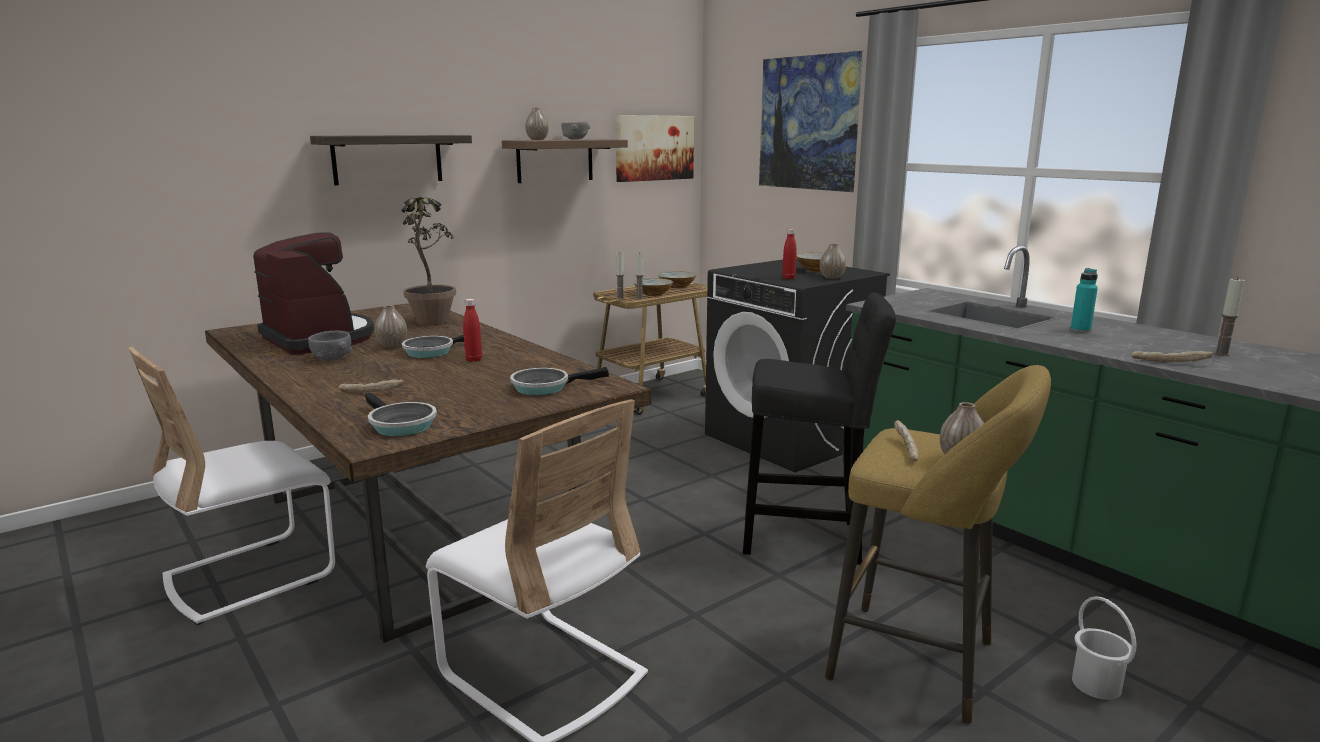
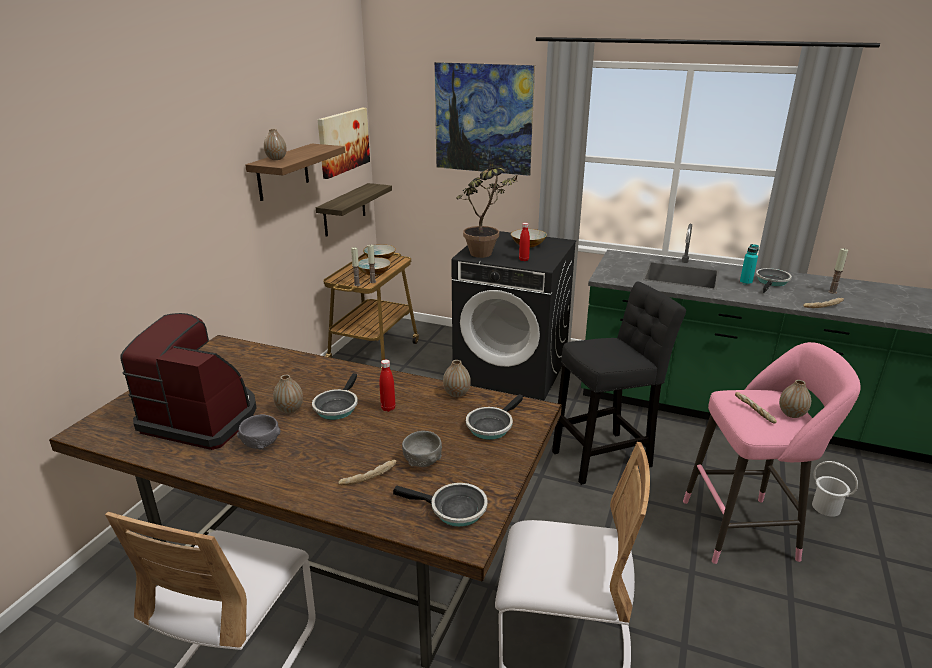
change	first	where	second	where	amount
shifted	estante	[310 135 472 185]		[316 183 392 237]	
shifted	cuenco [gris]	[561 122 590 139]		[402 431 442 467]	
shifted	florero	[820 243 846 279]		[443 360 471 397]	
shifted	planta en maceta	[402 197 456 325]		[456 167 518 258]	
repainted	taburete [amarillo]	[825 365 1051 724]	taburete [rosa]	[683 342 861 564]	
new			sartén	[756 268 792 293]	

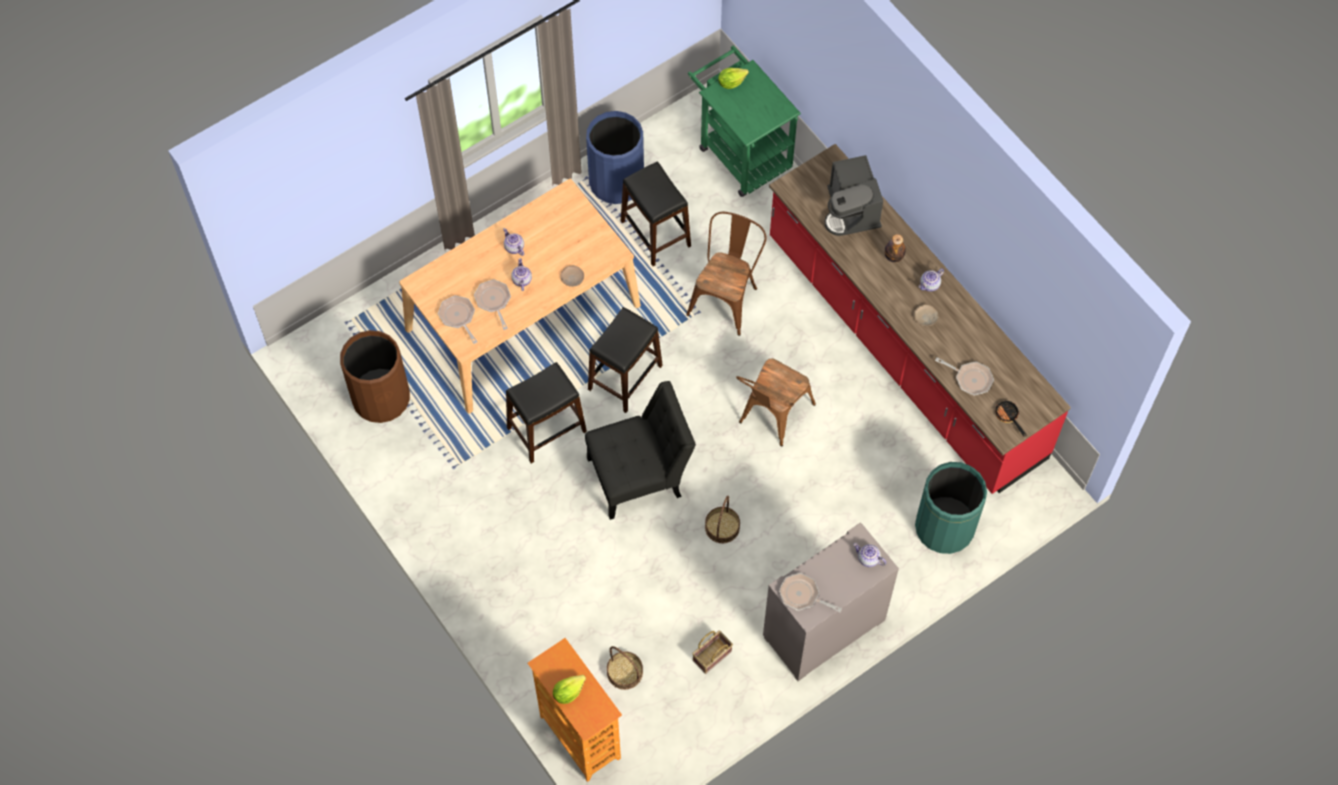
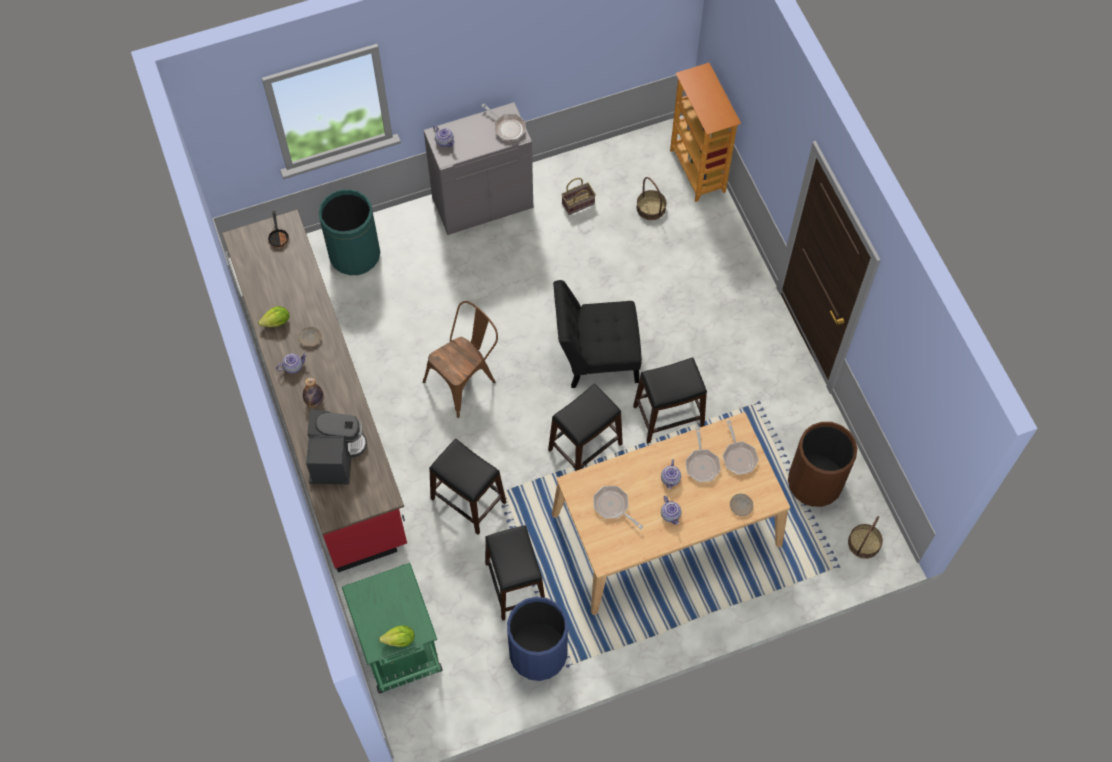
change	first	where	second	where	amount
shifted	lechuga	[553 675 586 704]		[258 306 290 327]	
swapped	silla [marrón]	[686 212 767 336]	taburete [negro]	[429 439 506 535]	
shifted	sartén	[935 357 994 396]		[594 486 643 529]	
shifted	plato [beis]	[560 266 584 287]		[730 494 753 516]	
shifted	cesta	[705 496 740 543]		[848 516 883 559]	

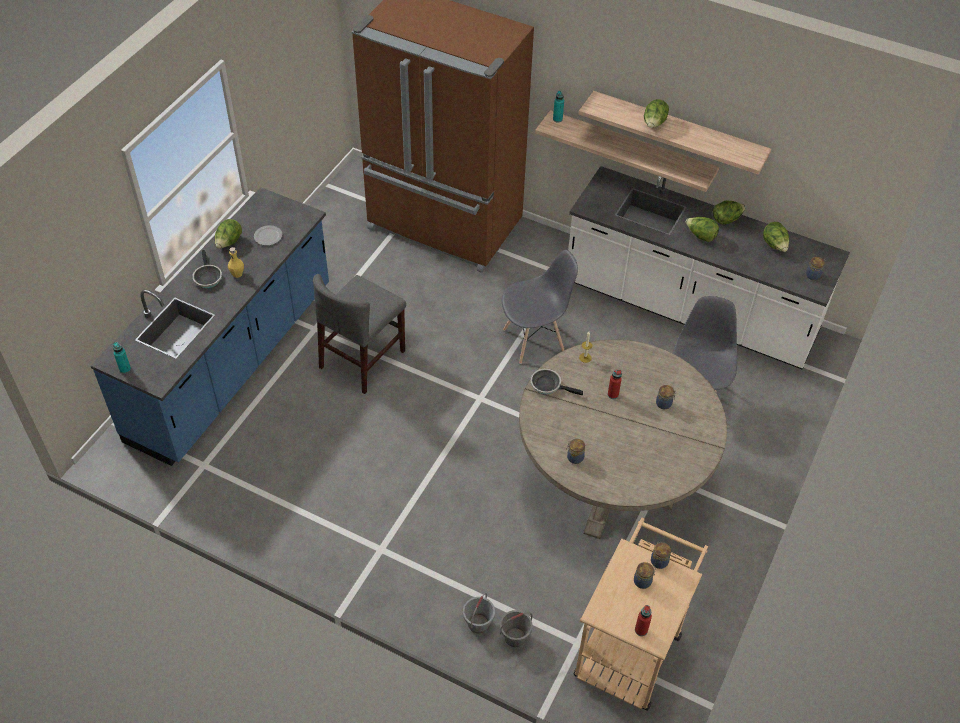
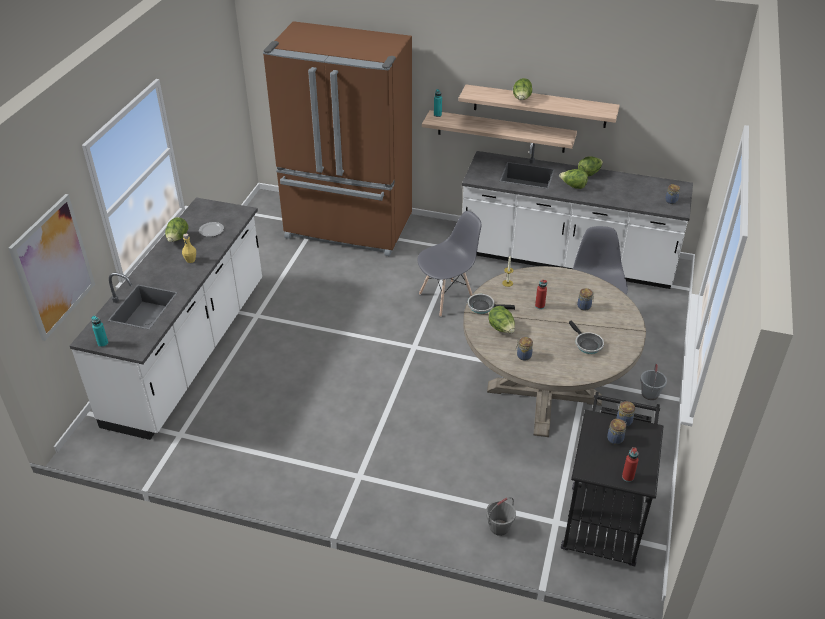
change	first	where	second	where	amount
new			cuadro	[8 194 95 341]	
repainted	mueble bajo de cocina [azul]	[91 187 329 466]	mueble bajo de cocina [blanco]	[70 198 262 440]	
shifted	lechuga	[763 222 789 252]		[488 306 515 333]	
repainted	carrito [beis]	[574 518 708 711]	carrito [negro]	[561 392 664 567]	
shifted	sartén	[192 250 222 288]		[569 320 604 354]	
shifted	cubo [gris]	[463 593 495 633]		[640 363 667 400]	
gone	silla [gris]	[313 274 406 394]			

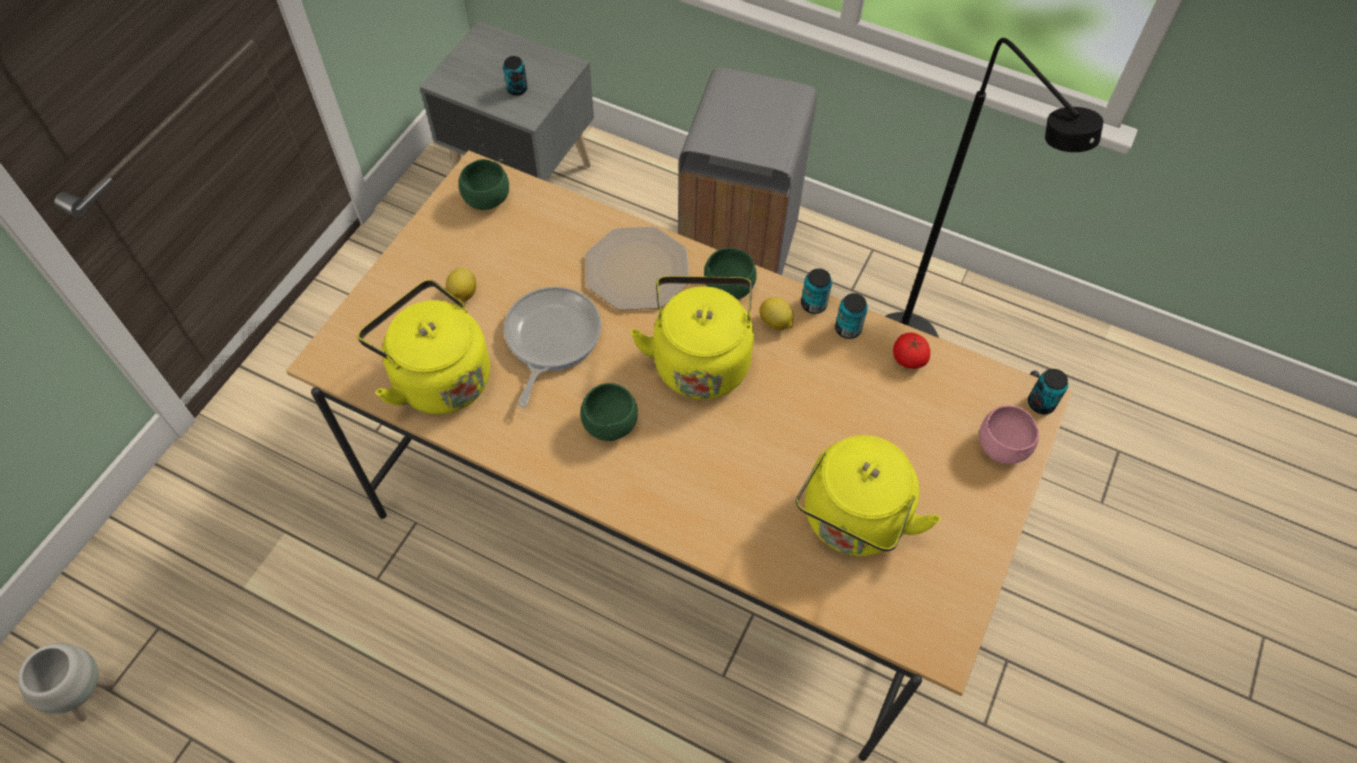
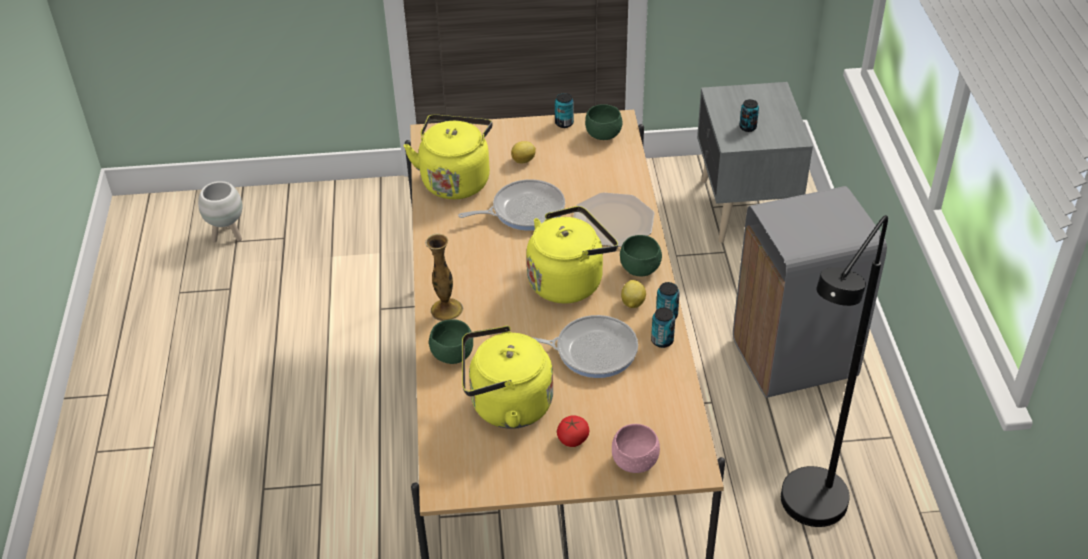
change	first	where	second	where	amount
new			florero	[425 233 463 321]	
shifted	cuenco [verde]	[580 383 638 441]		[429 319 473 364]	
new			sartén	[534 315 638 378]	
shifted	lata	[1028 369 1068 414]		[555 93 574 128]	
shifted	tomate	[893 333 930 369]		[557 415 589 447]	

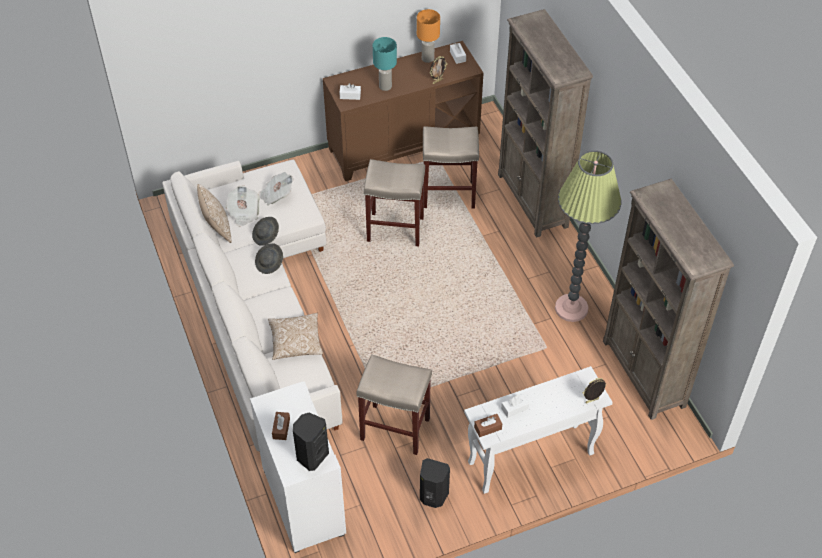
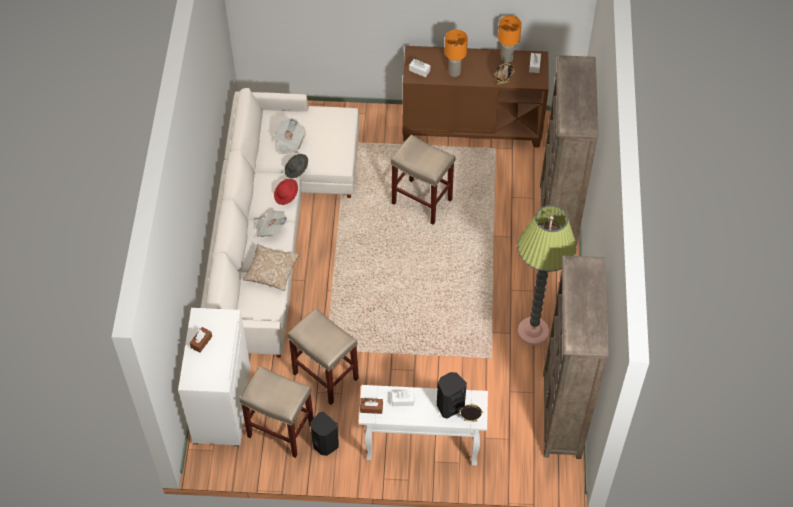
change	first	where	second	where	amount
shifted	taburete [beis]	[423 126 479 209]		[239 366 314 458]	
shifted	periódico	[258 172 294 206]		[255 211 287 237]	
repainted	sombrero [gris]	[255 243 283 274]	sombrero [rojo]	[274 179 298 205]	
shifted	altavoz [negro]	[293 413 329 471]		[437 372 467 419]	
repainted	lámpara de mesa [turquesa]	[373 37 397 91]	lámpara de mesa [naranja]	[445 29 468 77]	
gone	cojín	[197 184 232 243]			

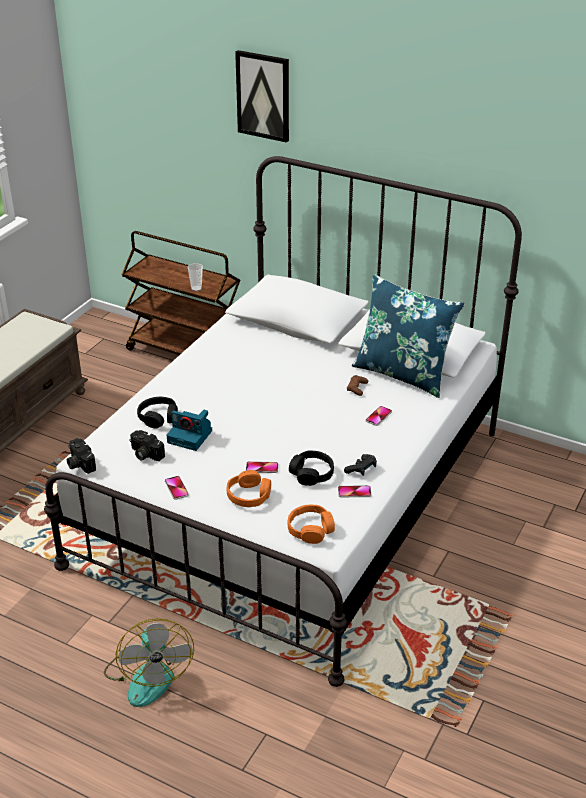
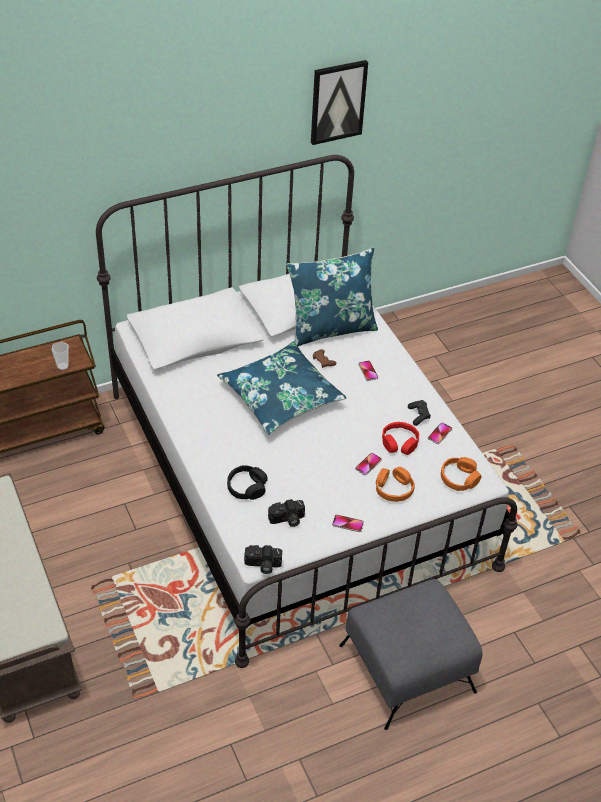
change	first	where	second	where	amount
new			cojín [azul]	[217 342 346 435]	
shifted	cuadro	[235 50 289 143]		[311 60 368 145]	
swapped	ventilador	[104 618 194 707]	puf [gris]	[339 579 482 730]	
repainted	auriculares [negro]	[289 450 334 486]	auriculares [rojo]	[382 422 419 455]	
gone	cámara	[166 410 212 451]			

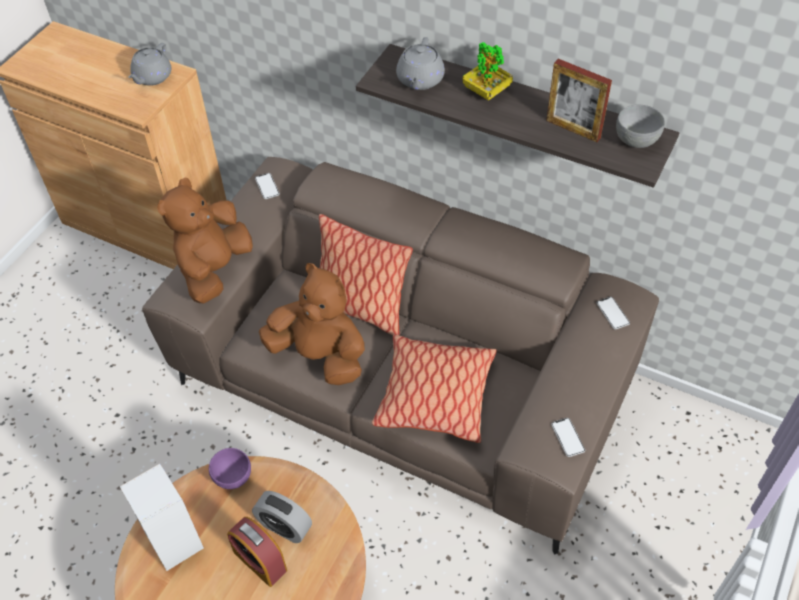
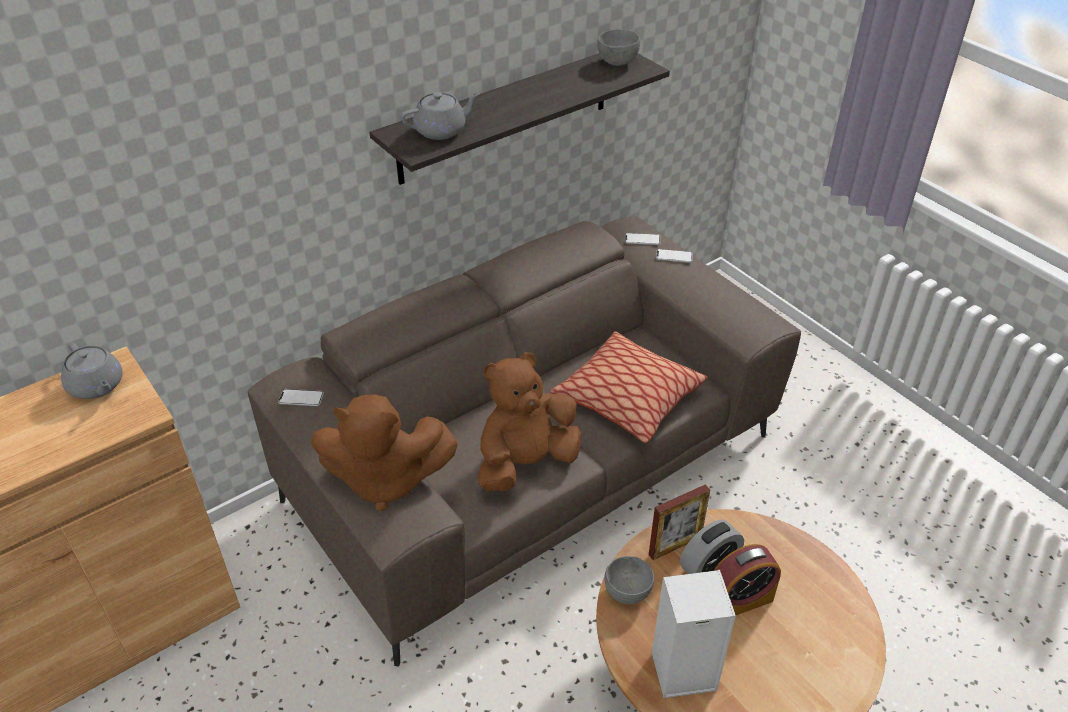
change	first	where	second	where	amount
rotated	peluche [marrón]	[157 177 253 303]		[311 394 458 511]	45 degrees counterclockwise
rotated	tetera [gris]	[396 37 445 90]		[401 92 480 140]	60 degrees counterclockwise
repainted	cuenco [morado]	[209 448 251 489]	cuenco [gris]	[604 556 654 604]	
shifted	portarretratos	[546 59 612 142]		[649 484 710 560]	
shifted	móvil	[551 418 585 457]		[656 249 693 263]	
gone	cojín	[319 214 413 335]			
gone	planta en maceta	[463 42 513 101]			

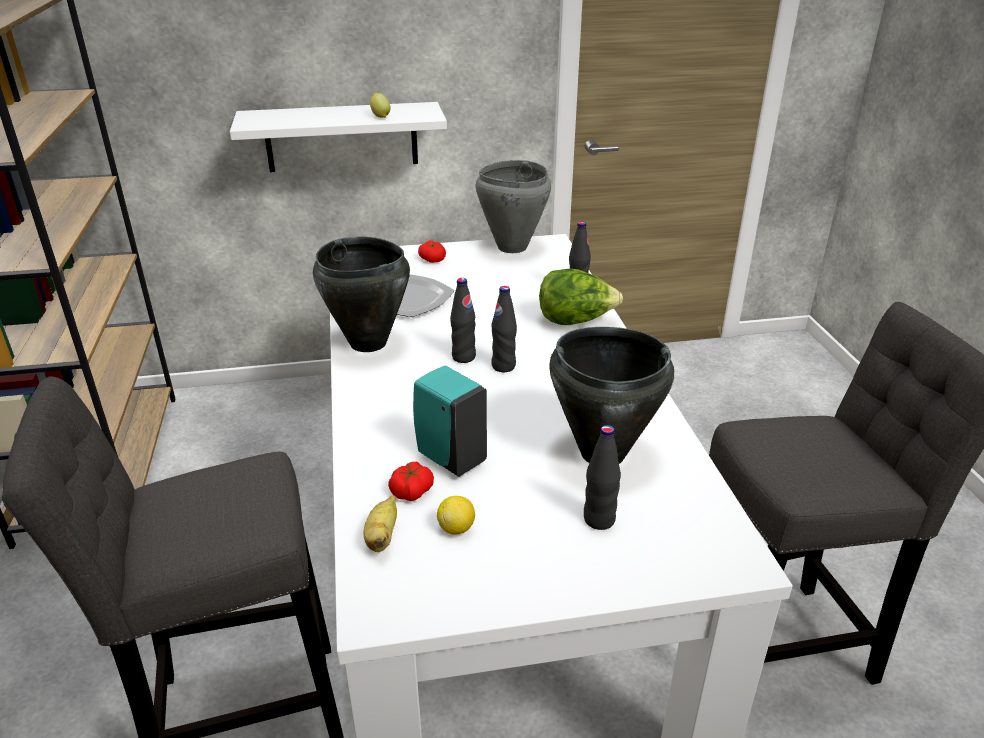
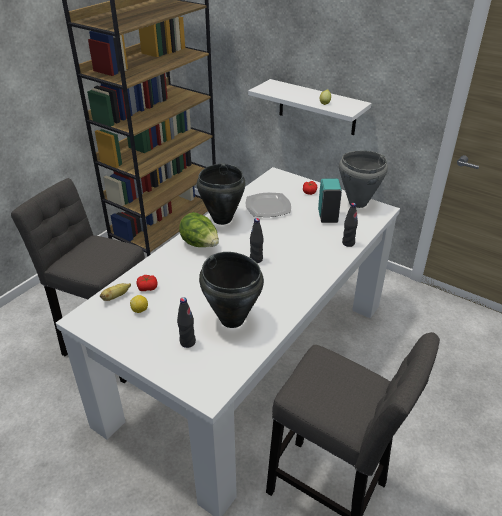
change	first	where	second	where	amount
shifted	lechuga	[539 269 623 325]		[179 212 219 247]	
shifted	dispensador de jabón [turquesa]	[413 366 487 477]		[318 178 342 223]	
gone	botella [negro]	[450 278 476 363]			

